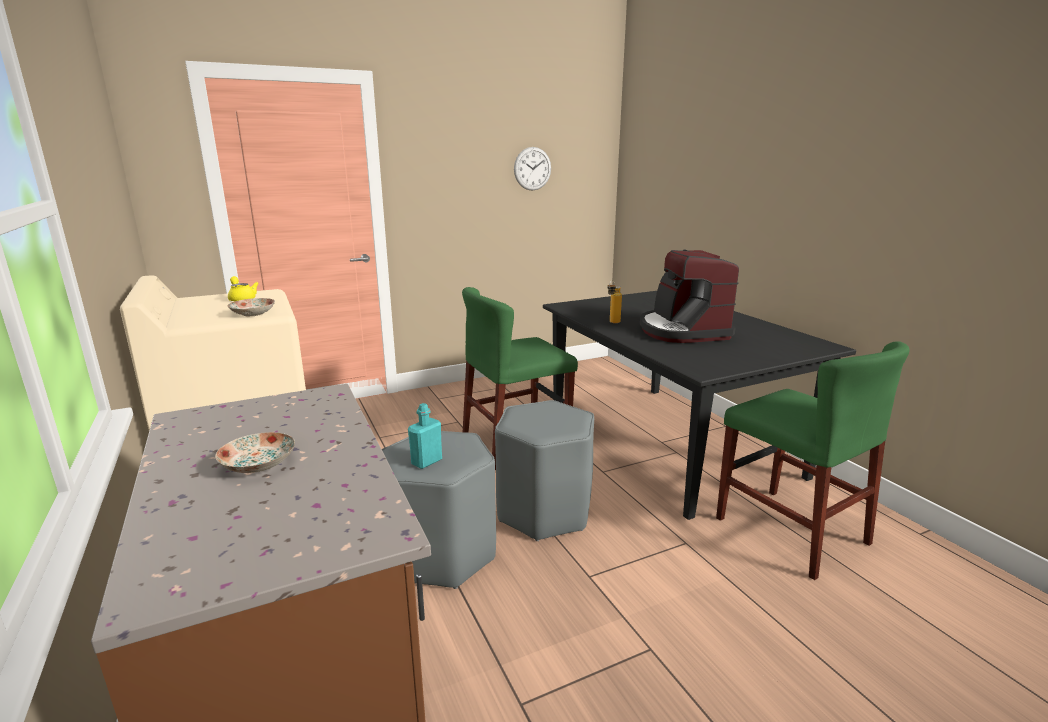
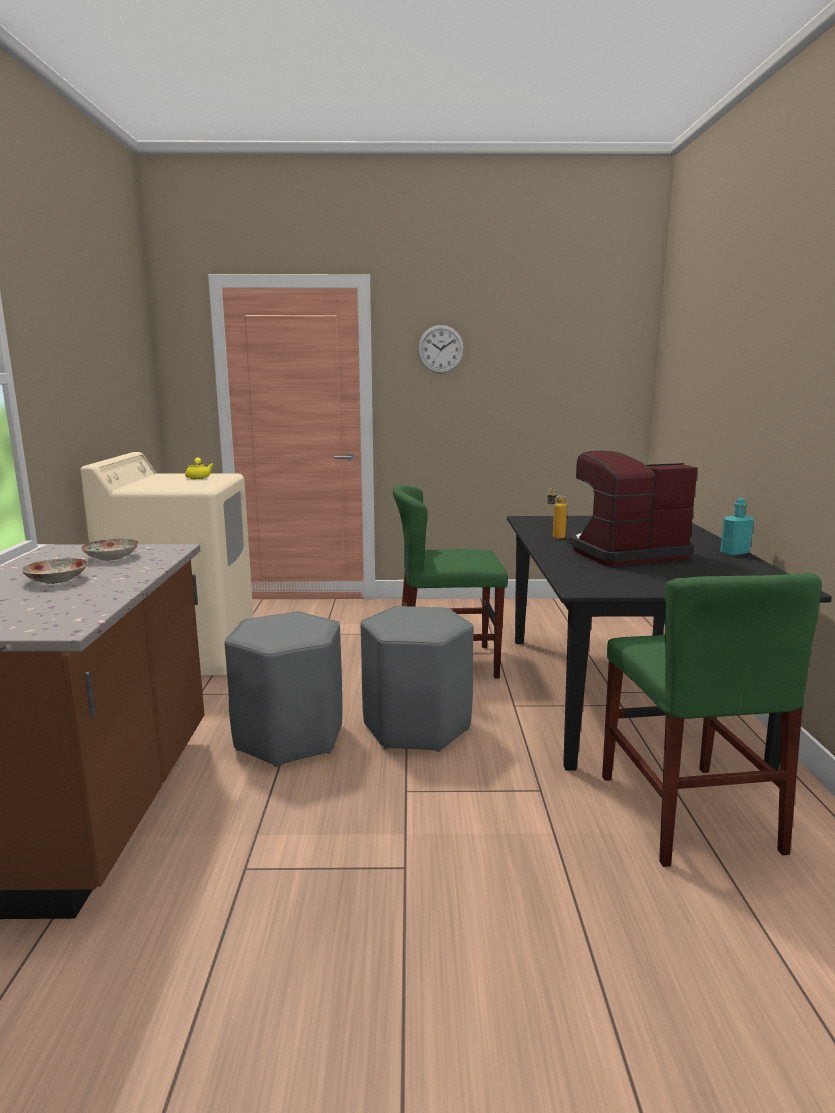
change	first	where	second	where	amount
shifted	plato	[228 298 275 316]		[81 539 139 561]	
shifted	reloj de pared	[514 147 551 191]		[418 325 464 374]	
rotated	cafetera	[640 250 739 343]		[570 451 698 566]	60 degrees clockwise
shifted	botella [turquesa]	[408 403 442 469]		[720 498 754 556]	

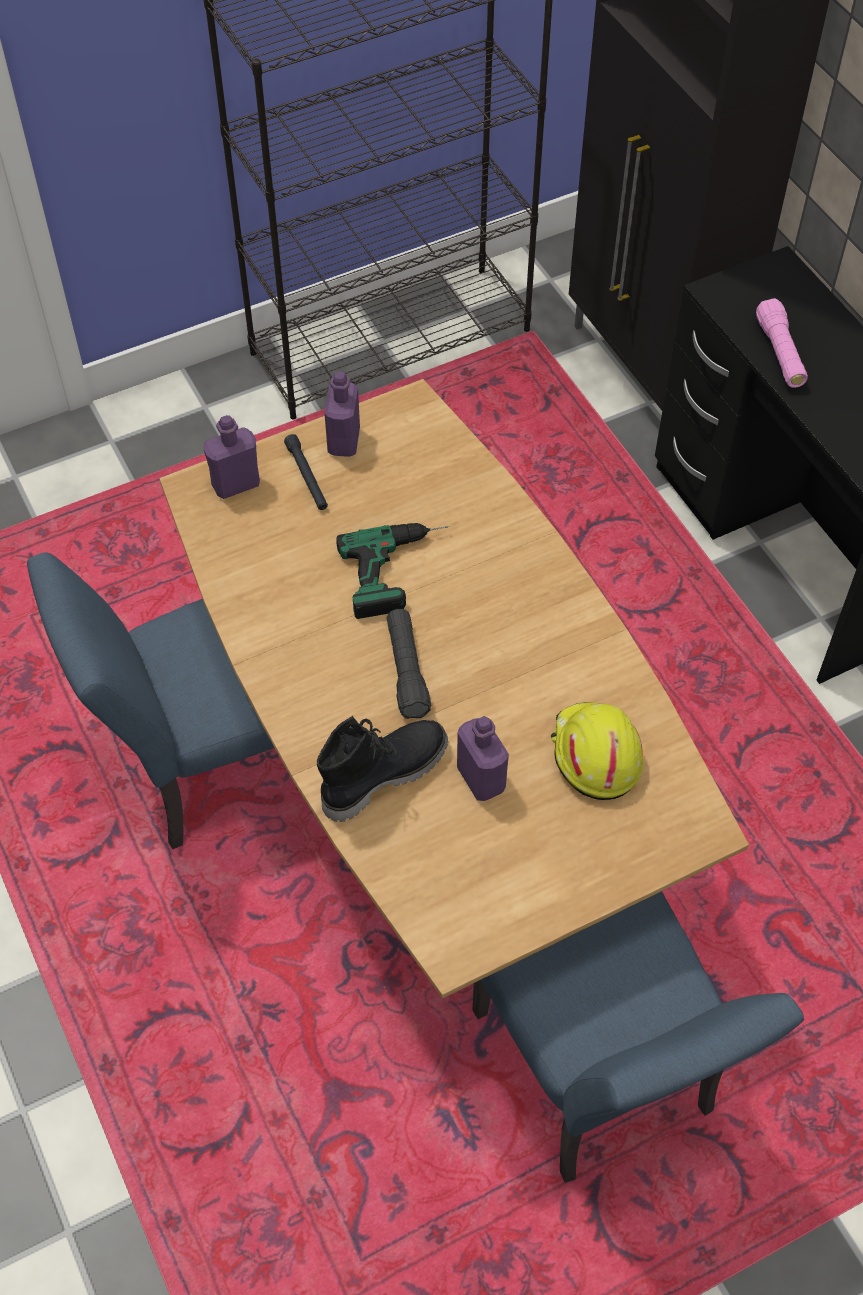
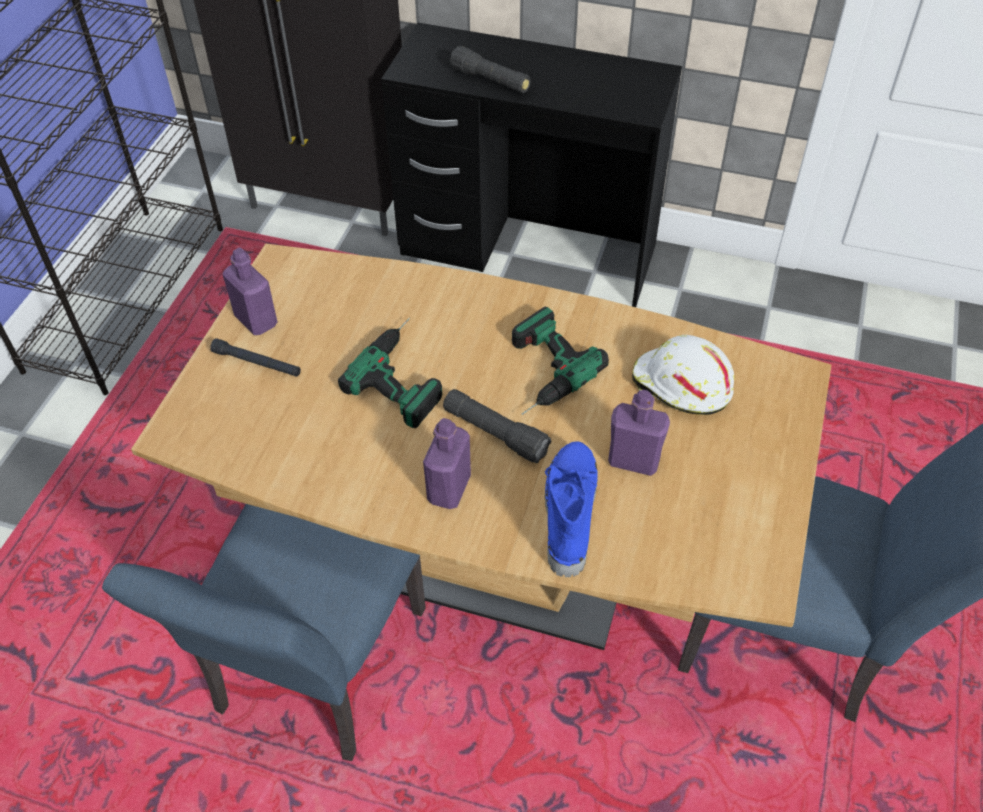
change	first	where	second	where	amount
shifted	botella [morado]	[204 415 260 499]		[423 418 471 509]	
repainted	linterna [rosa]	[756 298 808 388]	linterna [negro]	[450 46 531 93]	
new			taladro	[512 307 609 415]	
repainted	bota [negro]	[317 716 448 822]	bota [azul]	[545 441 598 577]	
repainted	casco [amarillo]	[551 702 643 800]	casco [blanco]	[632 335 734 415]	

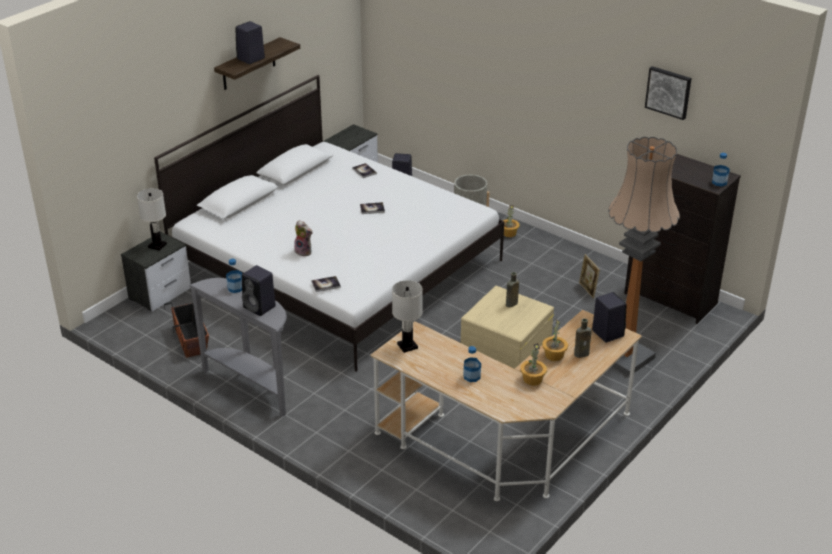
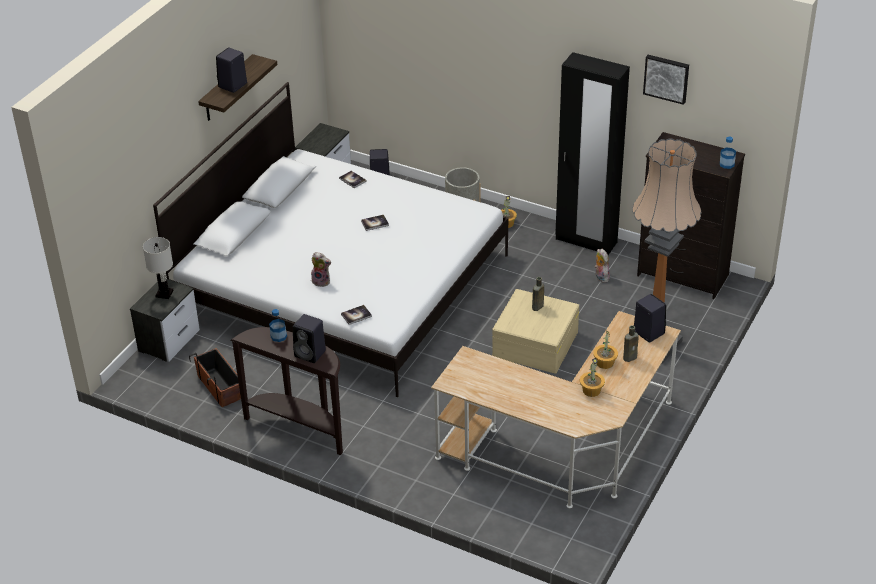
change	first	where	second	where	amount
repainted	mesa consola [gris]	[190 278 287 417]	mesa consola [marrón]	[230 327 343 455]	
new			armario ropero [negro]	[555 52 630 255]	
swapped	portarretratos	[579 254 600 299]	peluche	[595 249 610 283]	
gone	lámpara de mesa [blanco]	[392 280 423 353]			
gone	botella	[463 346 481 382]			

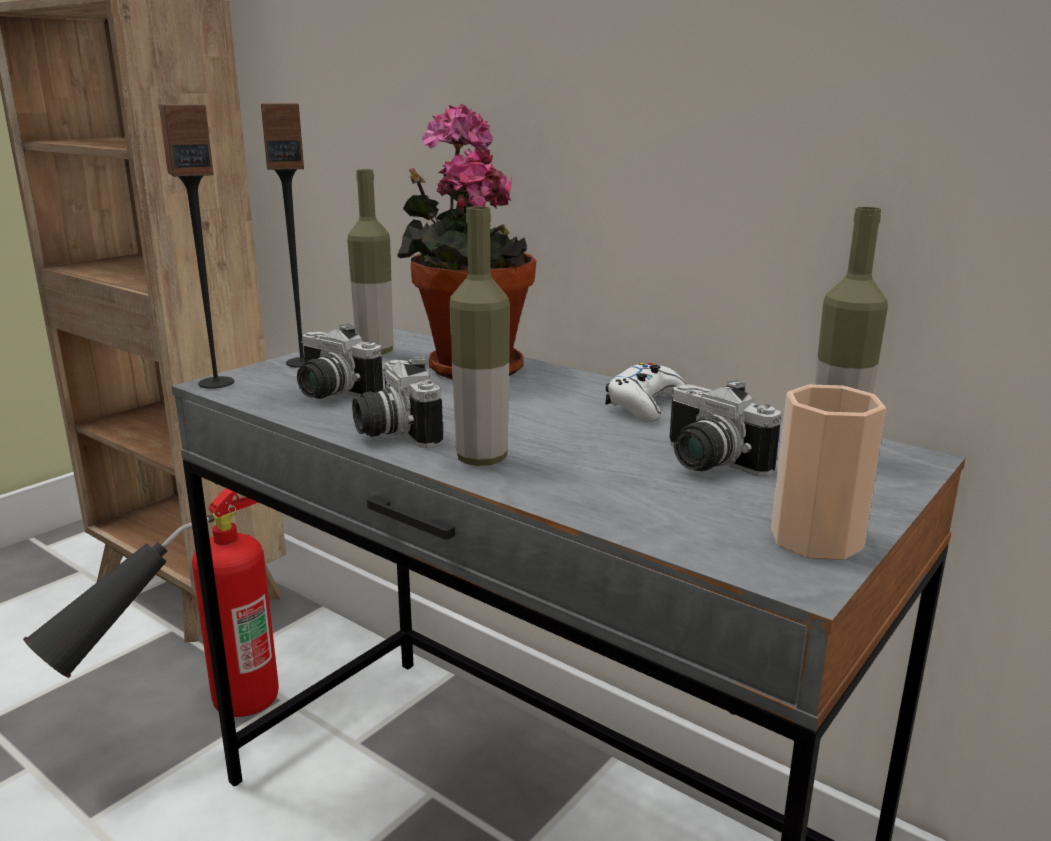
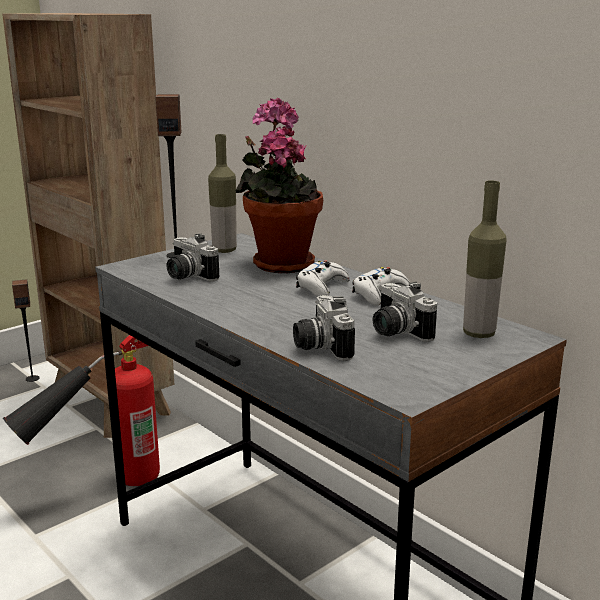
change	first	where	second	where	amount
shifted	altavoz	[159 104 234 389]		[12 279 40 382]	
shifted	cámara	[352 357 443 448]		[293 295 355 361]	
new			mando de consola [blanco]	[296 261 350 297]	
gone	botella	[449 206 510 466]			
gone	taza	[771 384 886 560]			

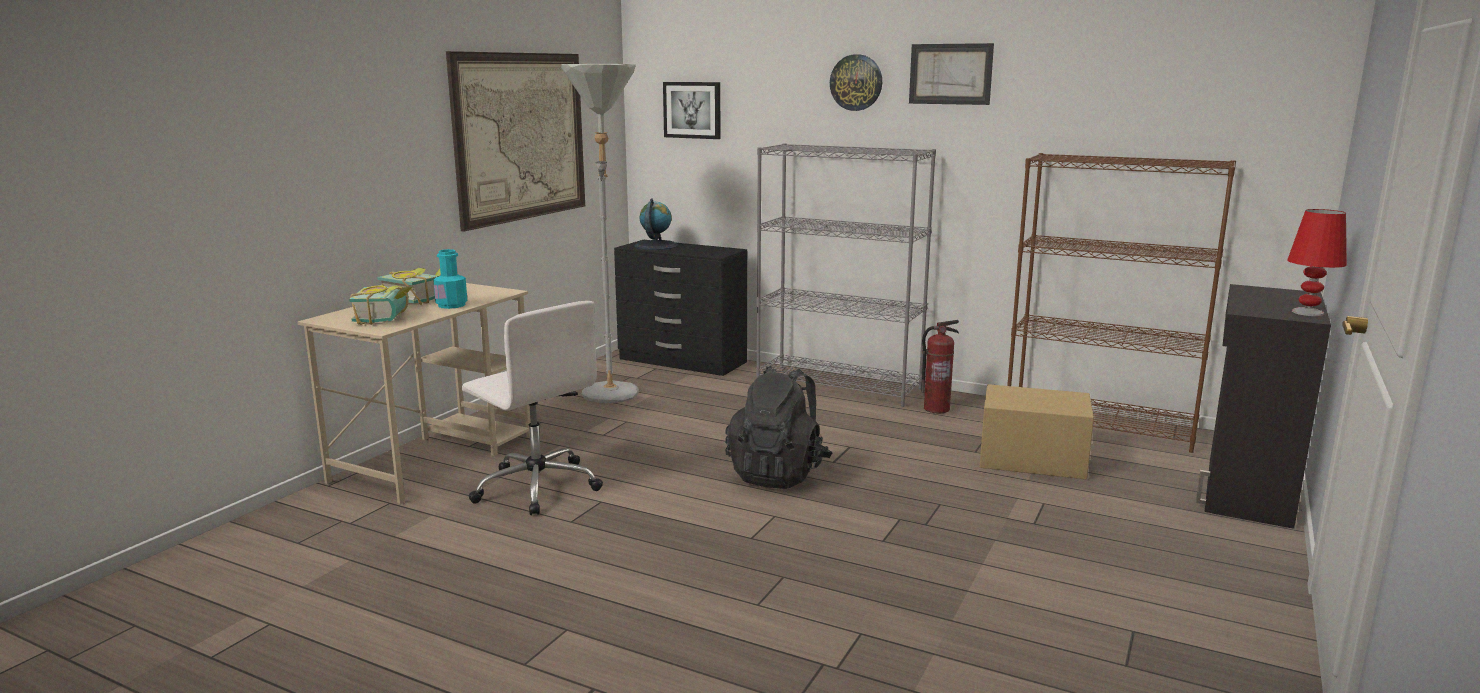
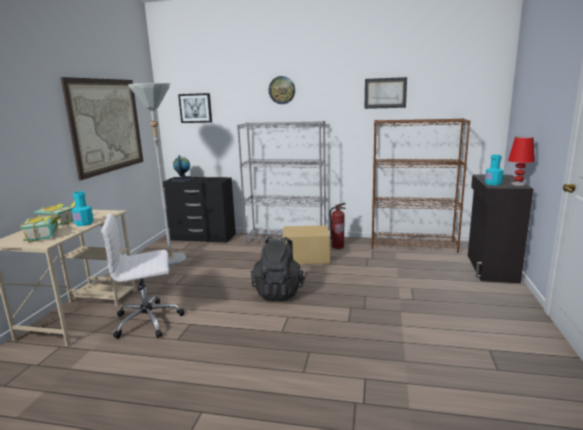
change	first	where	second	where	amount
rotated	silla de oficina [blanco]	[462 301 603 515]		[101 213 184 339]	135 degrees clockwise
shifted	caja de cartón	[980 384 1094 479]		[282 225 330 264]	
shifted	cuadro	[909 43 994 105]		[365 77 407 109]	
new			botella [turquesa]	[485 155 504 185]	

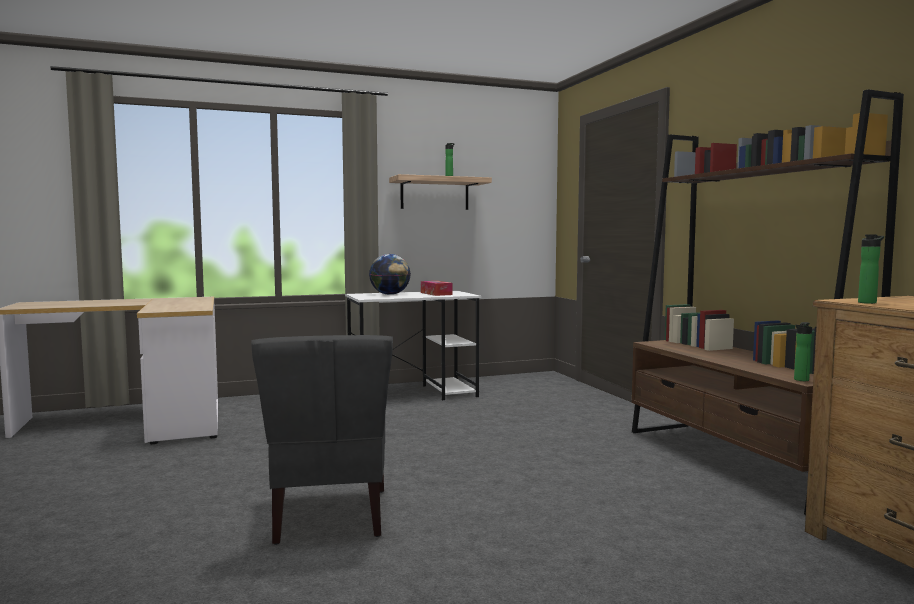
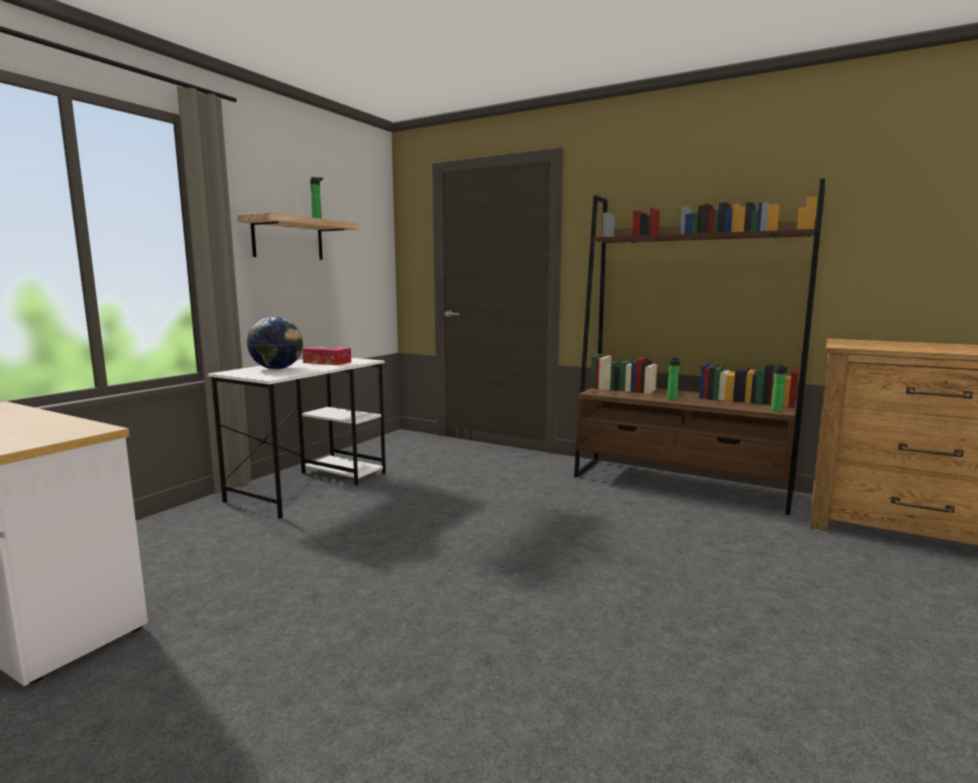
change	first	where	second	where	amount
shifted	botella	[858 234 884 304]		[667 357 680 400]	
gone	silla [gris]	[251 335 393 545]			

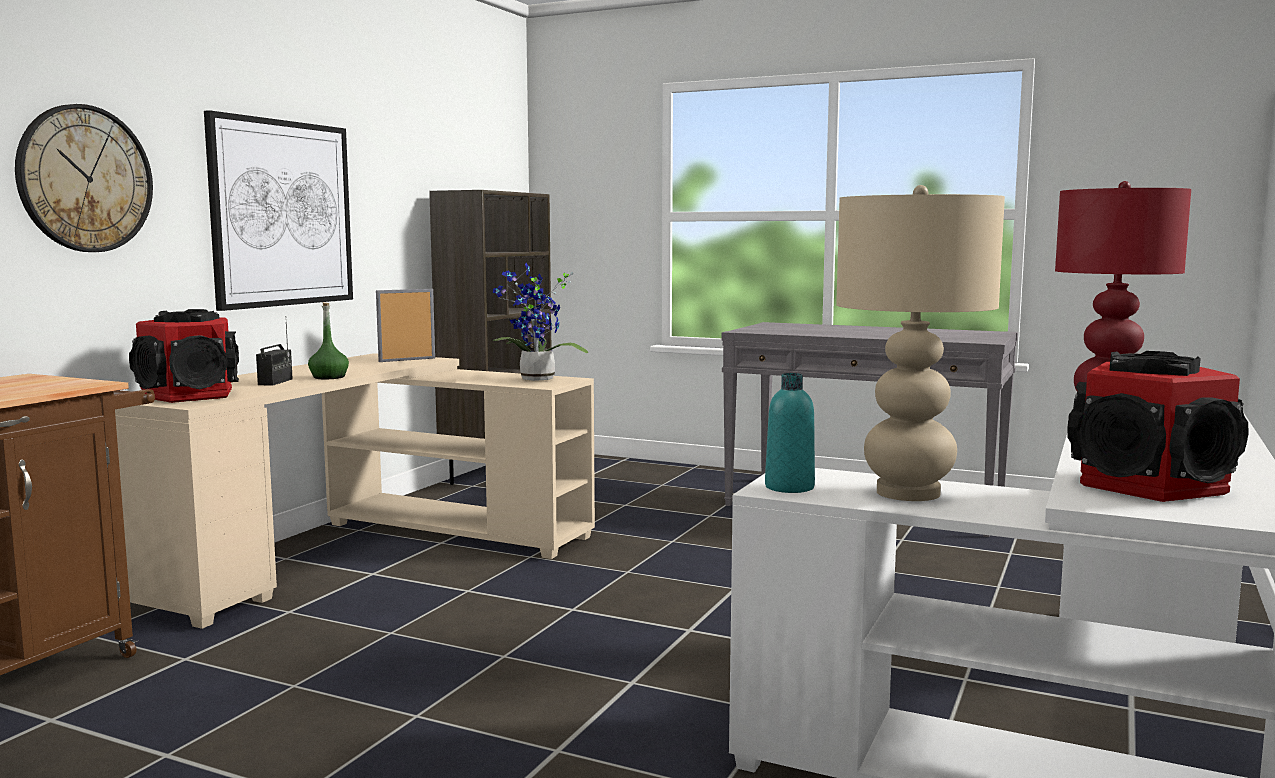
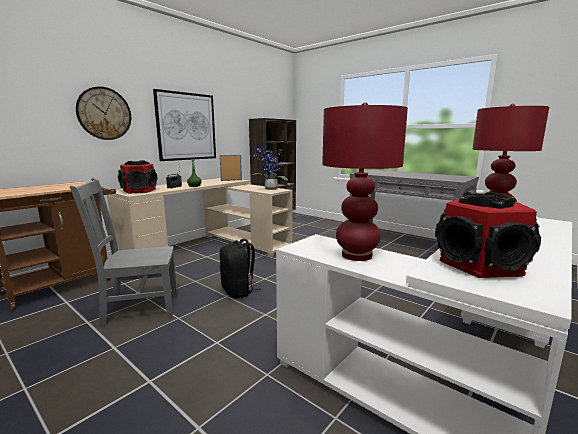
change	first	where	second	where	amount
new			silla [gris]	[70 178 177 327]	
new			mochila [negro]	[219 239 261 299]	
repainted	lámpara de mesa [beis]	[836 185 1005 501]	lámpara de mesa [rojo]	[322 102 408 261]	
gone	botella [turquesa]	[765 373 815 493]			

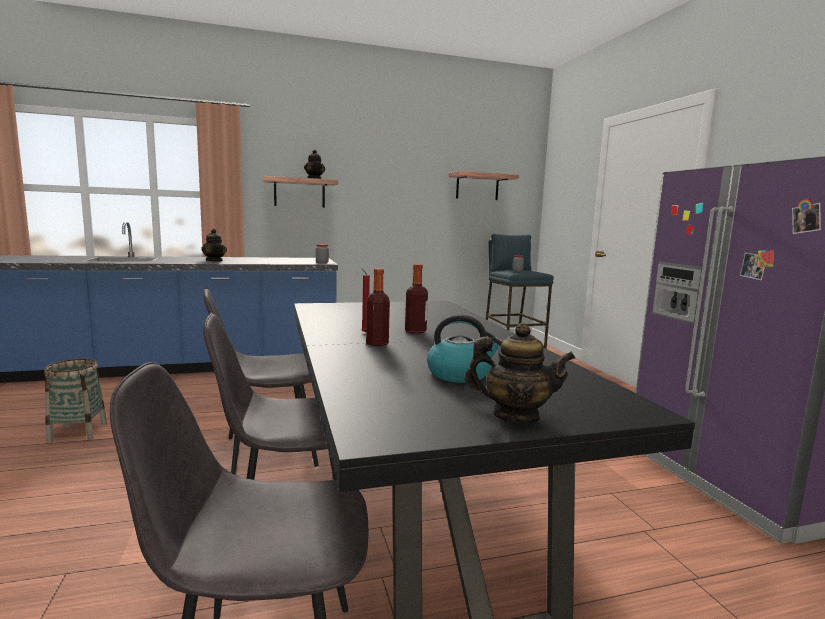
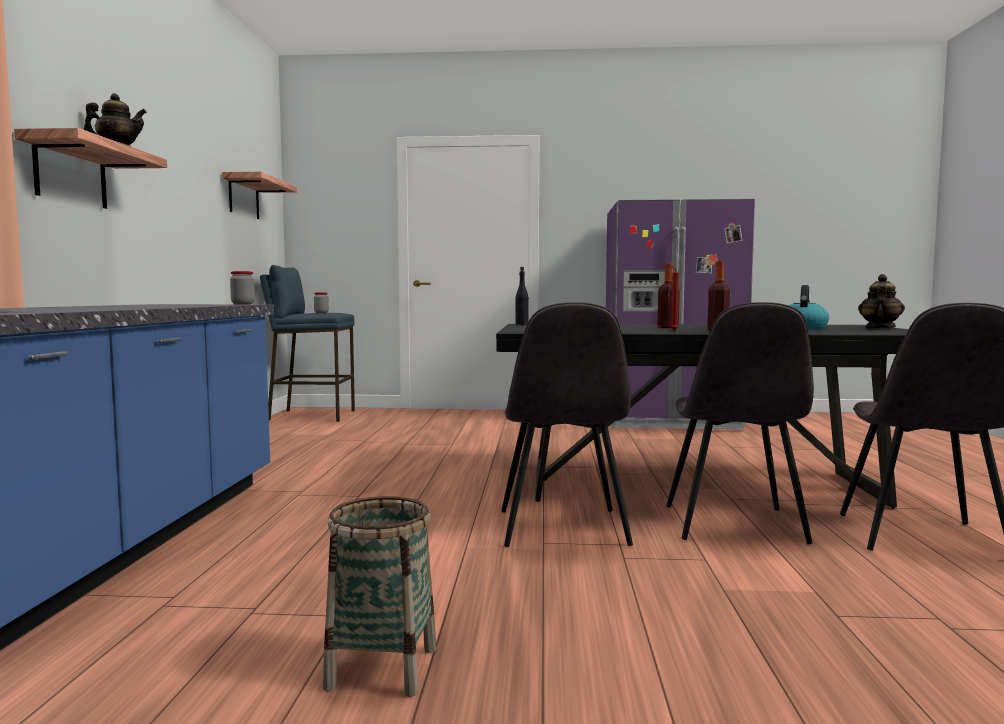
change	first	where	second	where	amount
new			botella [negro]	[515 267 529 325]	
gone	tetera	[201 229 227 262]			

